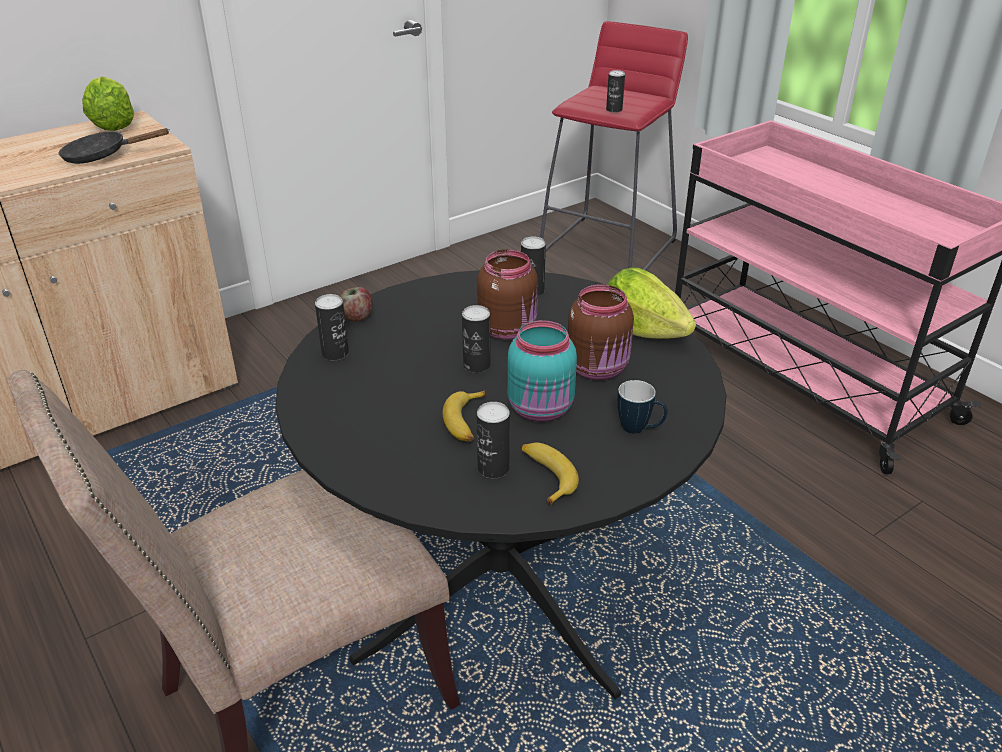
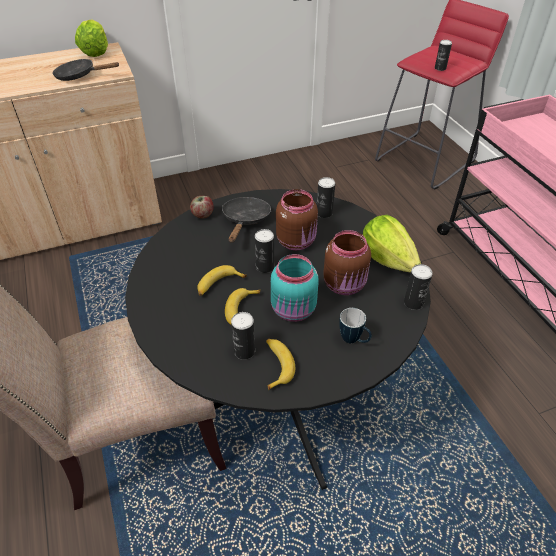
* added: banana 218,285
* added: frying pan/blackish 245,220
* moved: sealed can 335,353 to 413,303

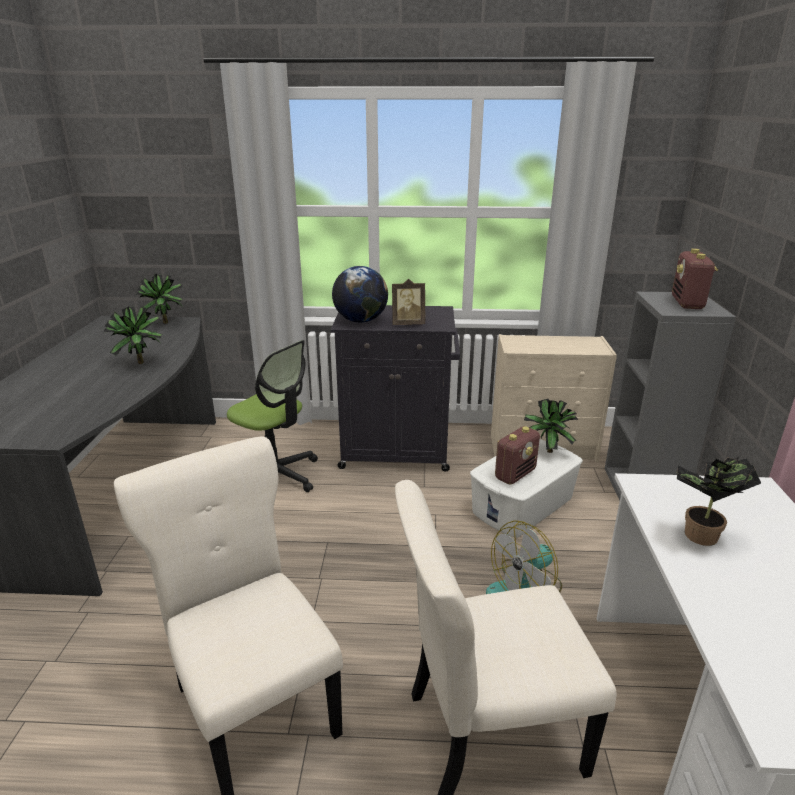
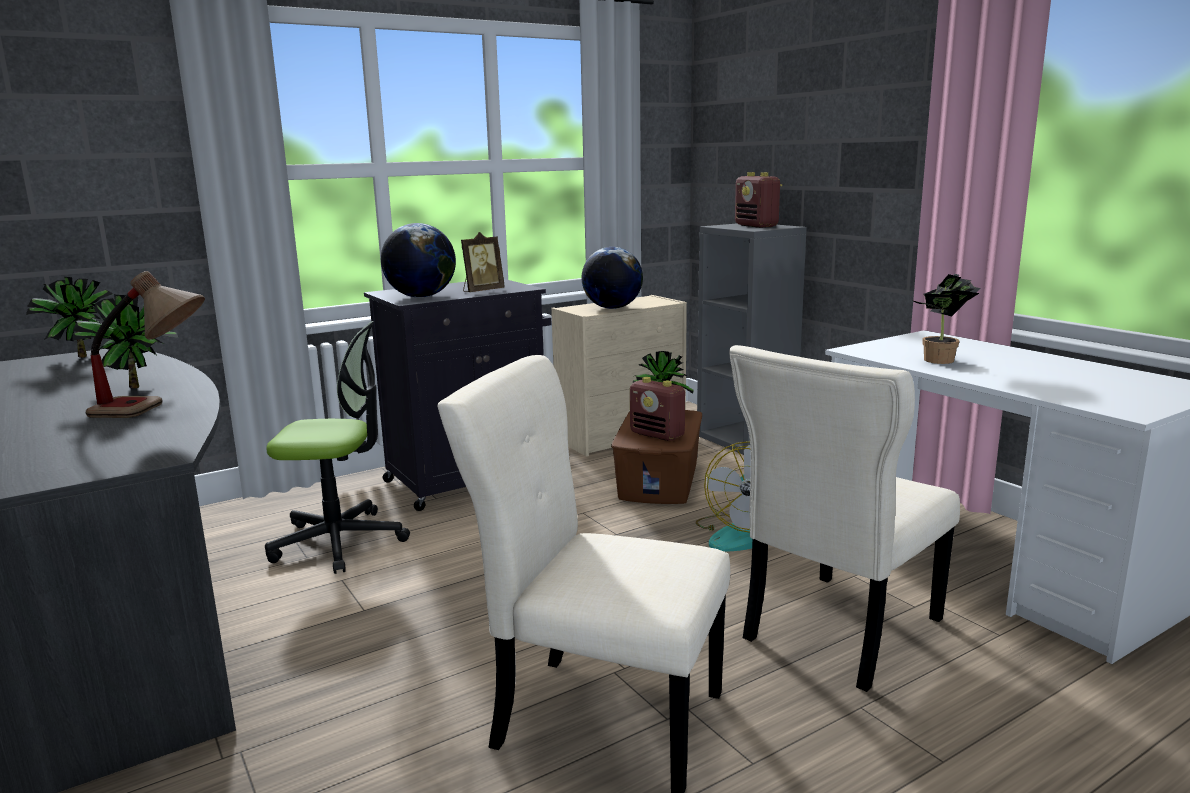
* added: lamp for a table 157,410
* added: desk globe 612,308
* recoloured: storage container/white 523,505 to storage container/brownish 660,480
* turned: radio 515,474 = 657,435 120 degrees clockwise

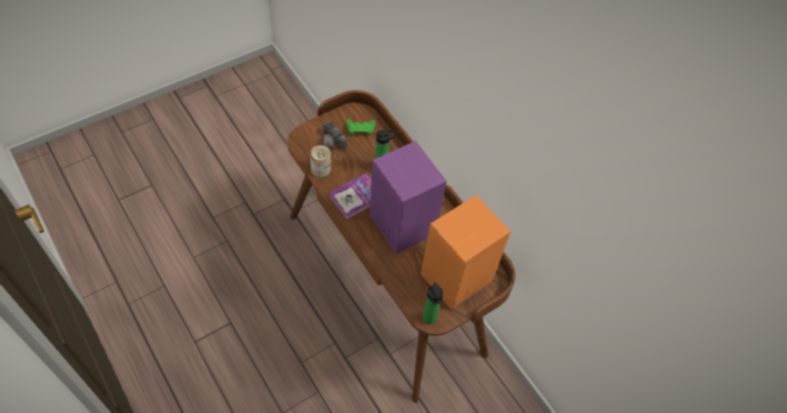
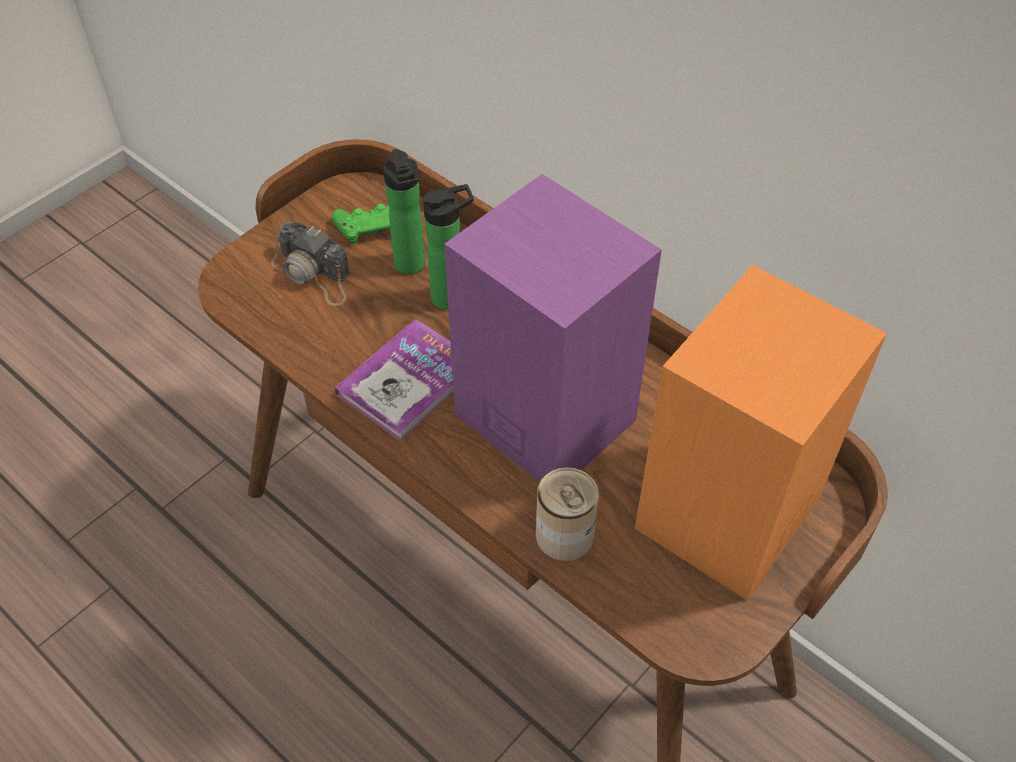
* moved: drink bottle 429,320 to 411,267
* moved: sealed can 320,169 to 564,535

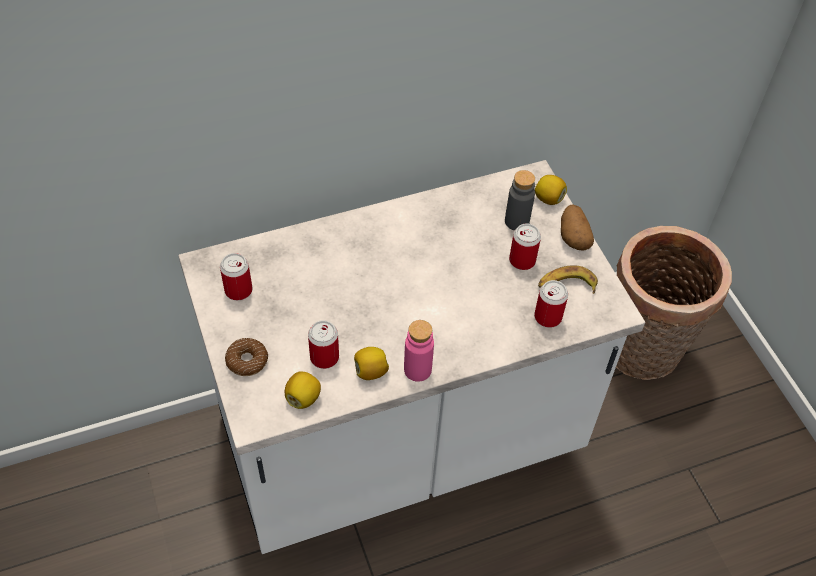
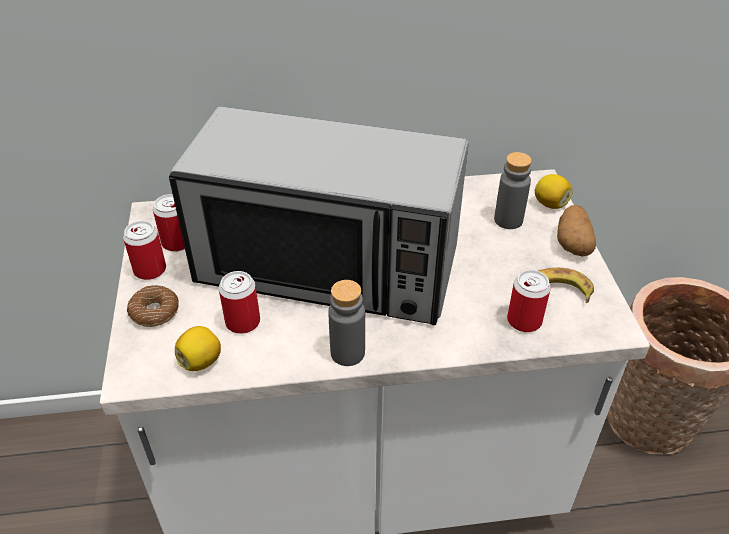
* moved: sealed can 522,260 to 150,270
* added: microwave 328,266
* recoloured: drink bottle/pink-coloured 417,369 to drink bottle/gray 347,353
* removed: whole lemon 370,371

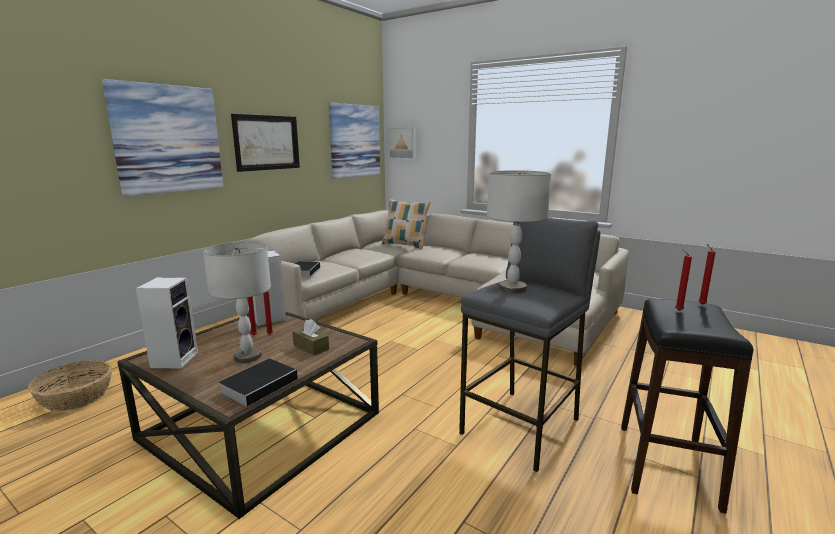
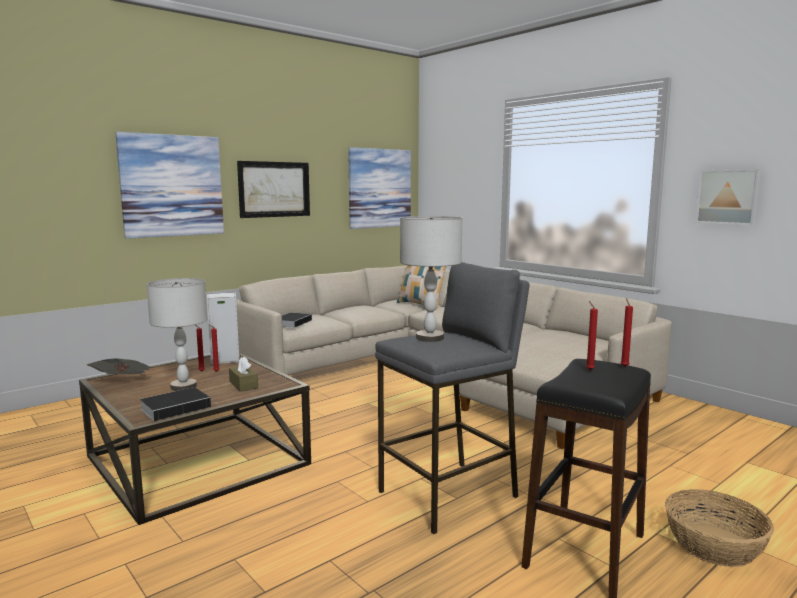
* replaced: audio speaker 175,359 to printed paper 123,382
* moved: storage basket 76,397 to 714,545
* moved: wall art 403,143 to 728,197

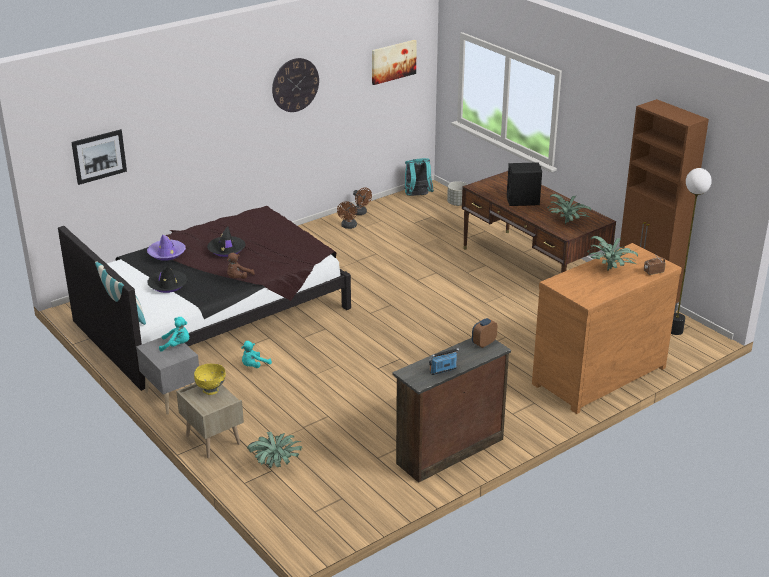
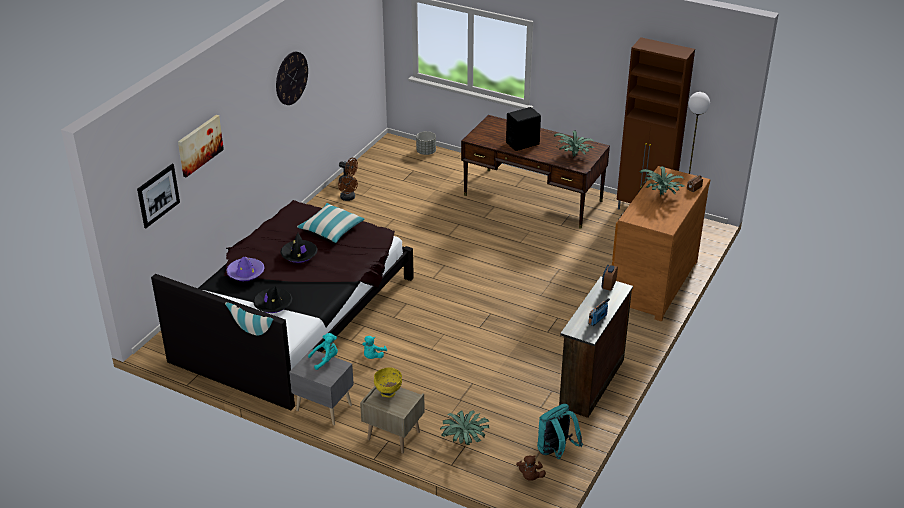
* moved: wall art 393,61 to 199,145
* added: cushion 331,229
* moved: soft toy/brownish 238,278 to 530,476
* moved: rucksack/turquoise-coloured 417,196 to 556,451

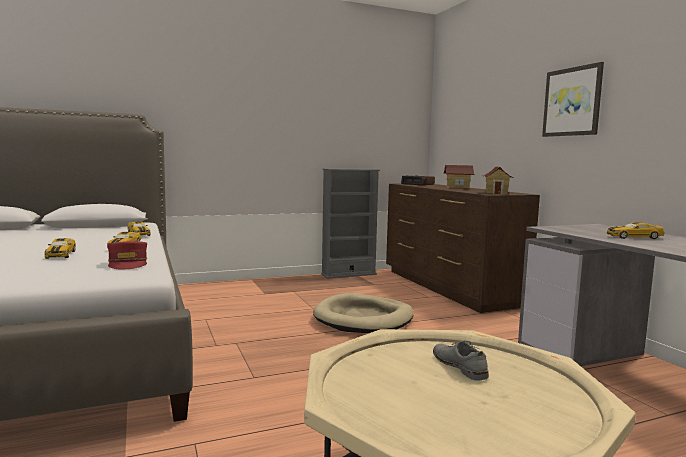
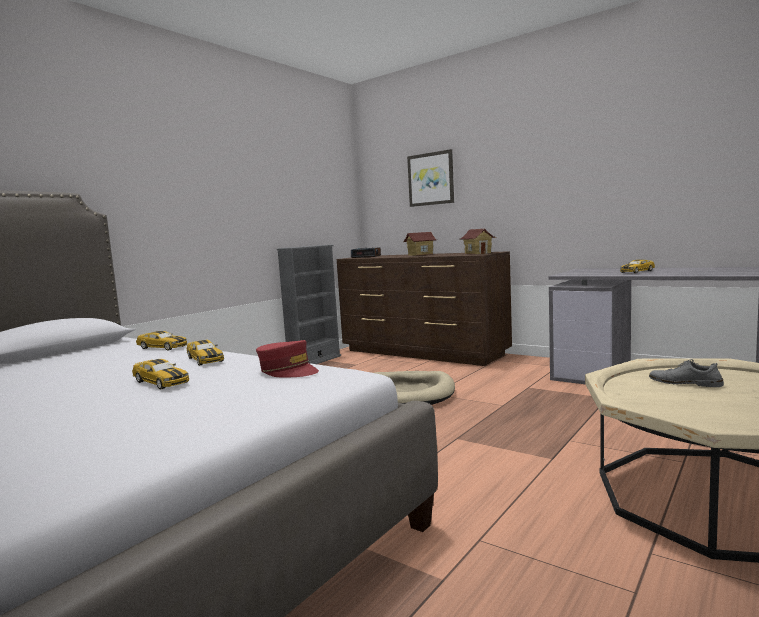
* moved: wall art 572,102 to 431,179

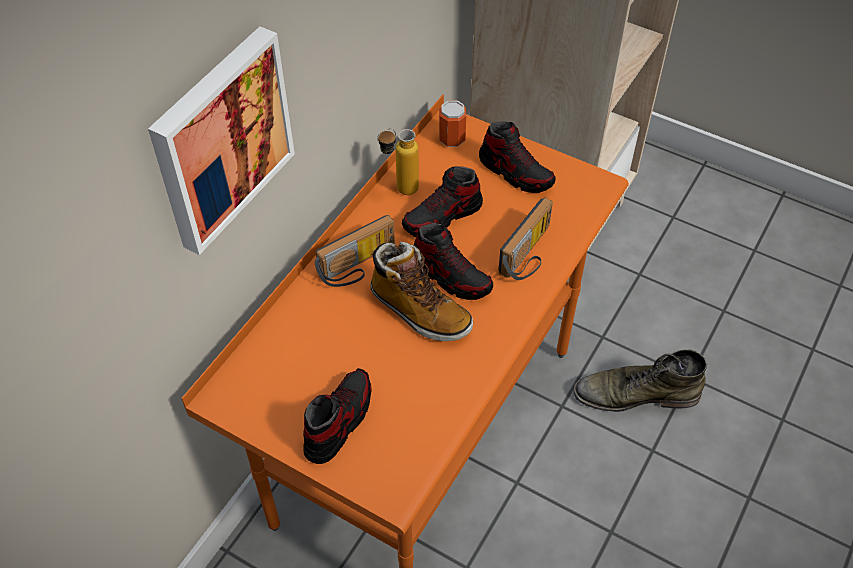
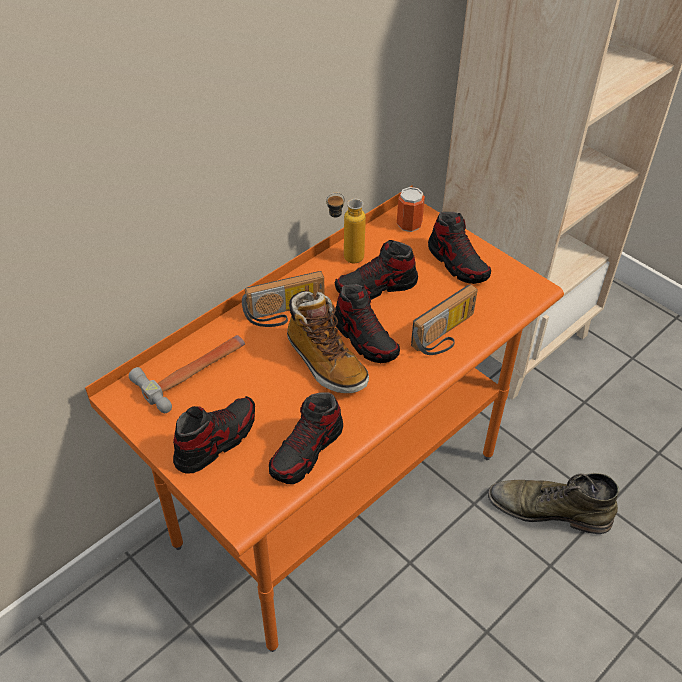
* added: hand hammer 194,371
* added: shoe 307,451
* removed: wall art 220,139

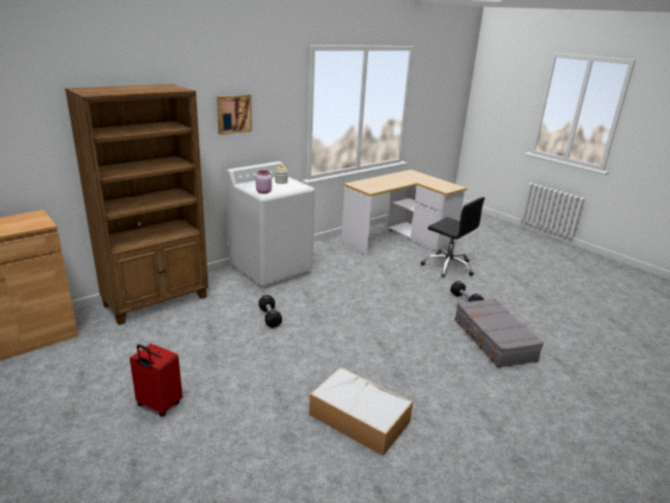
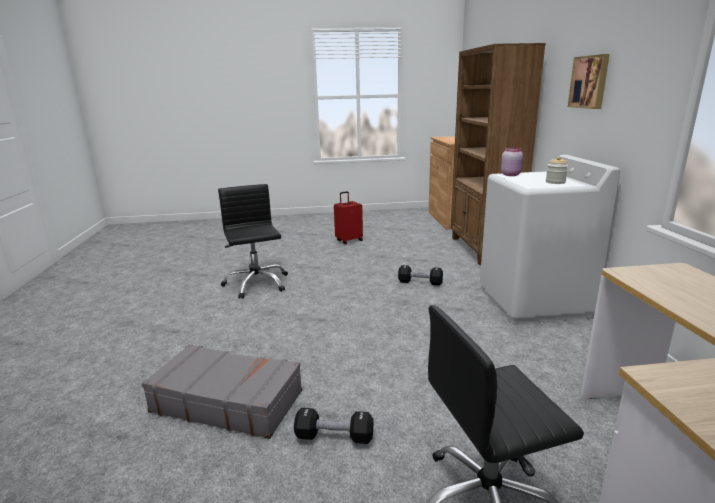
* replaced: storage container 357,418 to office chair/blackish 256,284

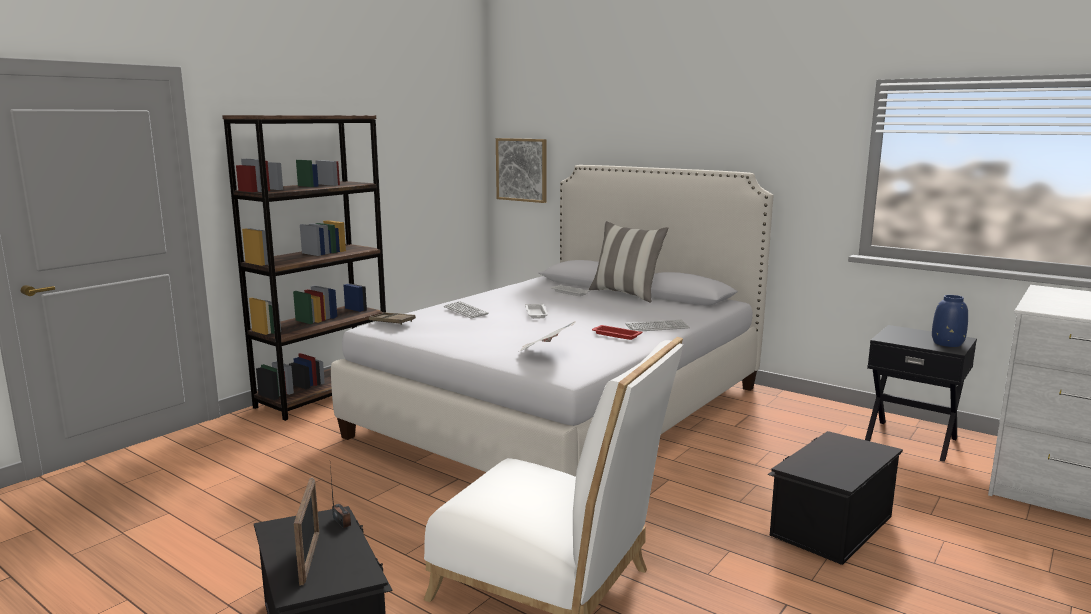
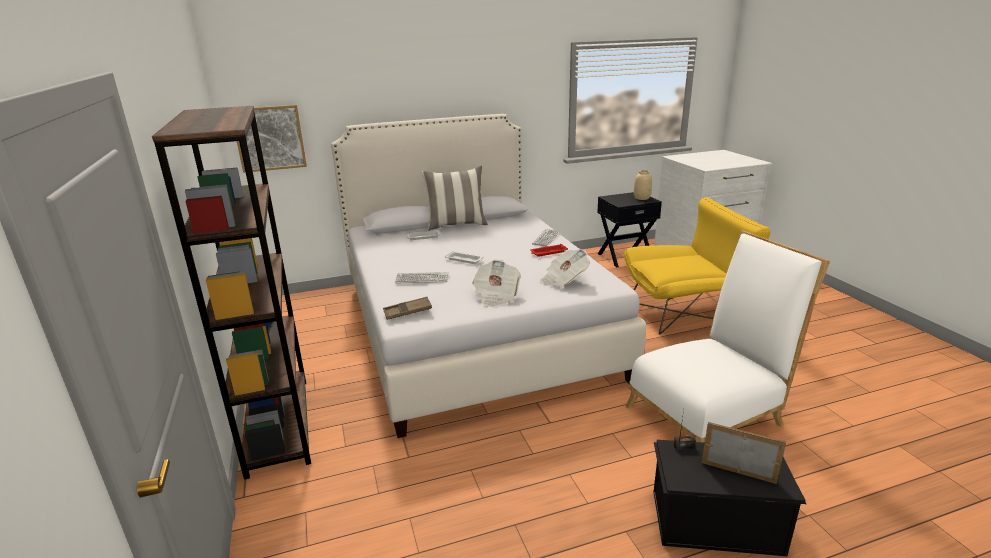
* added: printed paper 496,296
* replaced: storage container/blackish 829,525 to lounge chair/yellowish 694,311
* recoloured: vase/blue 947,343 to vase/beige 641,198

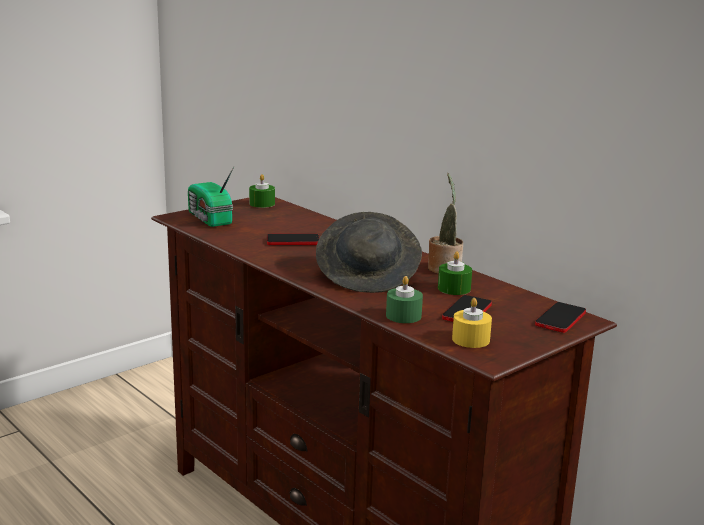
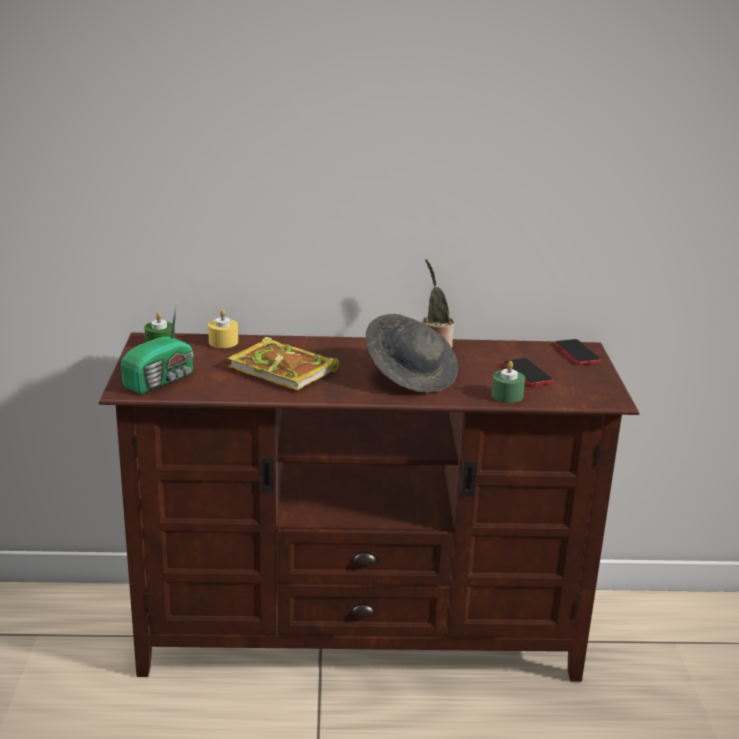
* turned: radio 209,219 = 161,380 60 degrees counterclockwise
* moved: candle/yellowish 470,339 to 223,342
* replaced: telephone 293,241 to volume 285,370
* removed: candle/green-coloured 454,288

